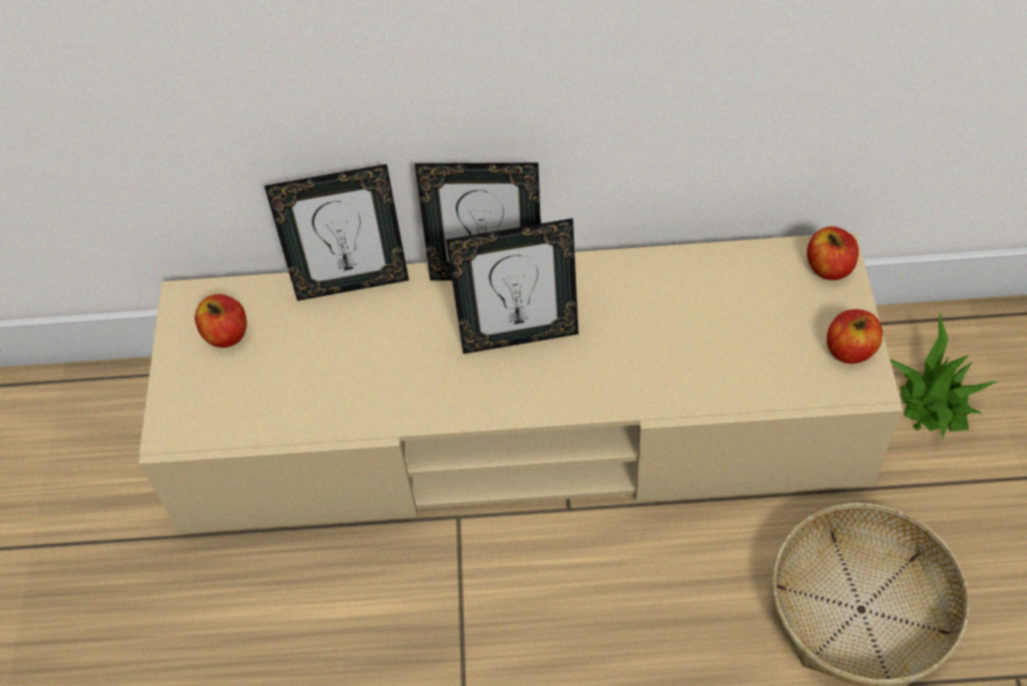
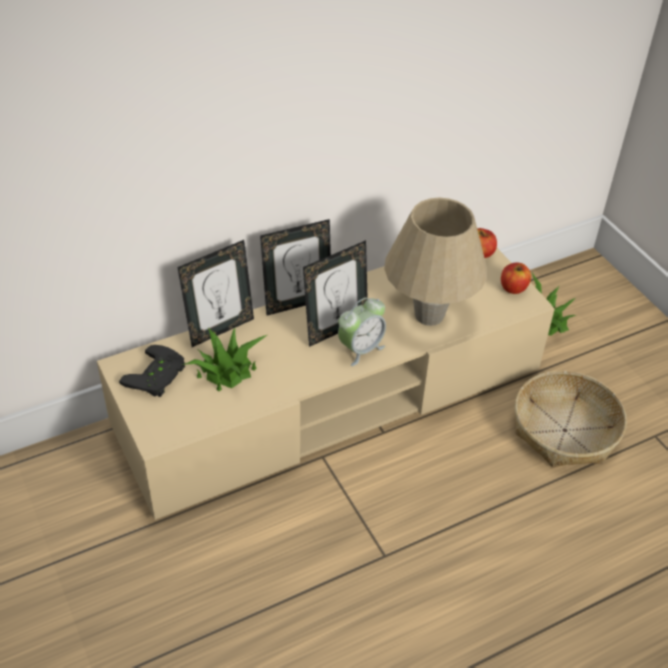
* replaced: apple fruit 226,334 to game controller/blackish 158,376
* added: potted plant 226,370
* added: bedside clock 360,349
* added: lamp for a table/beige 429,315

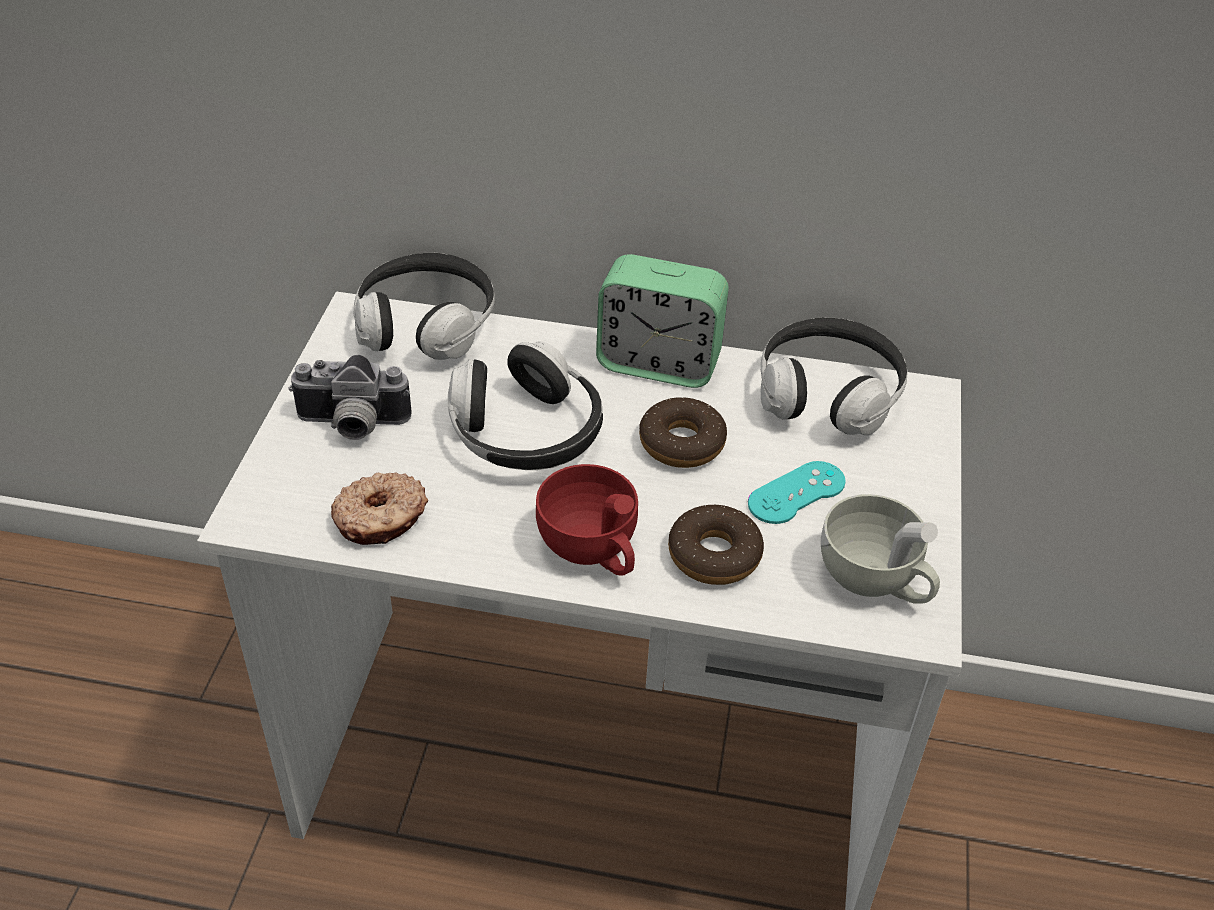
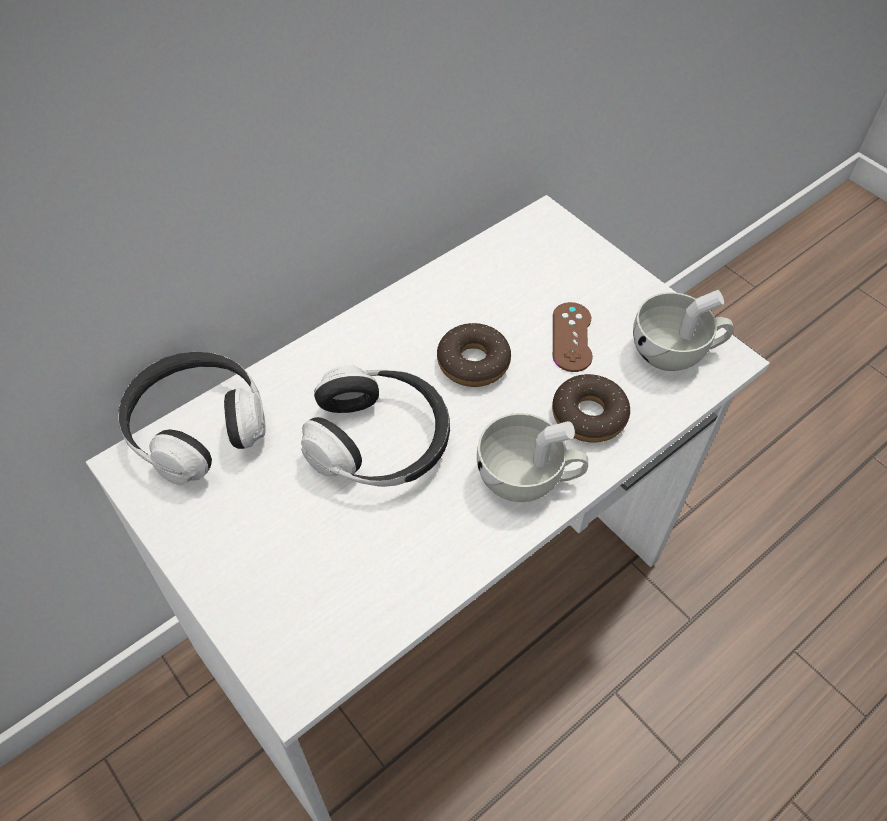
* recoloured: small cup/red-coloured 593,550 to small cup/white 528,478
* recoloured: game controller/turquoise-coloured 796,493 to game controller/brownish 572,337
* removed: still camera 351,426
* removed: donut 381,519
* removed: bedside clock 658,363
* removed: headphones 828,394

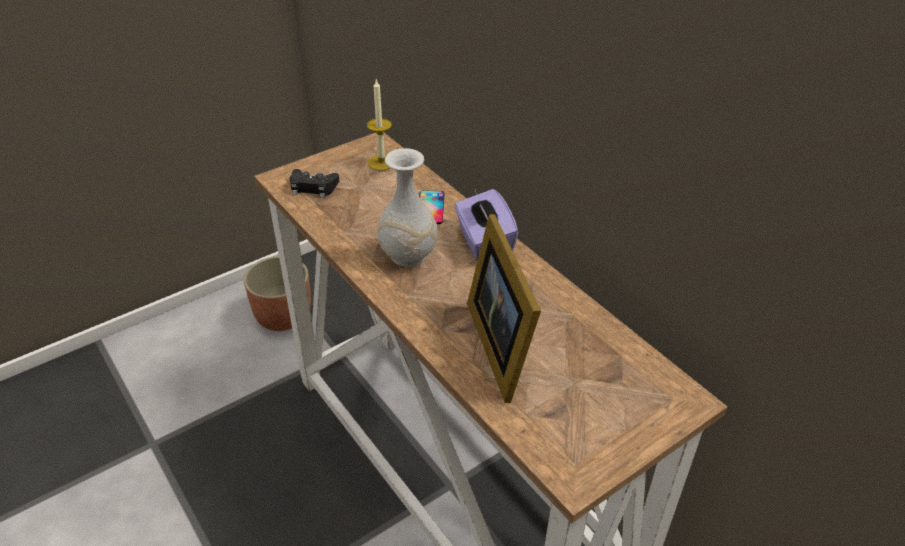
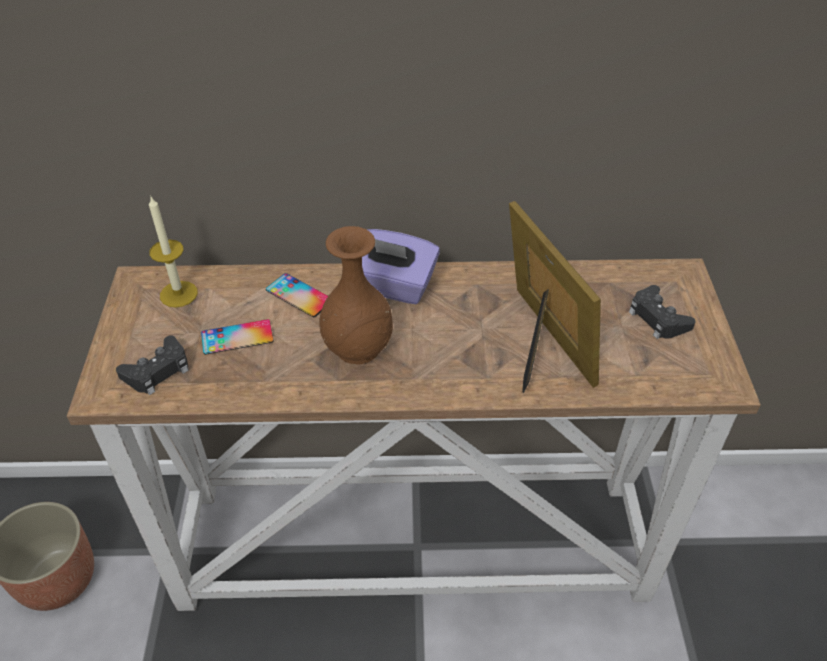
* added: telephone 237,337
* recoloured: vase/white 408,255 to vase/brownish 358,349
* turned: photo frame 503,343 = 541,344 135 degrees counterclockwise
* added: game controller/blackish 657,318

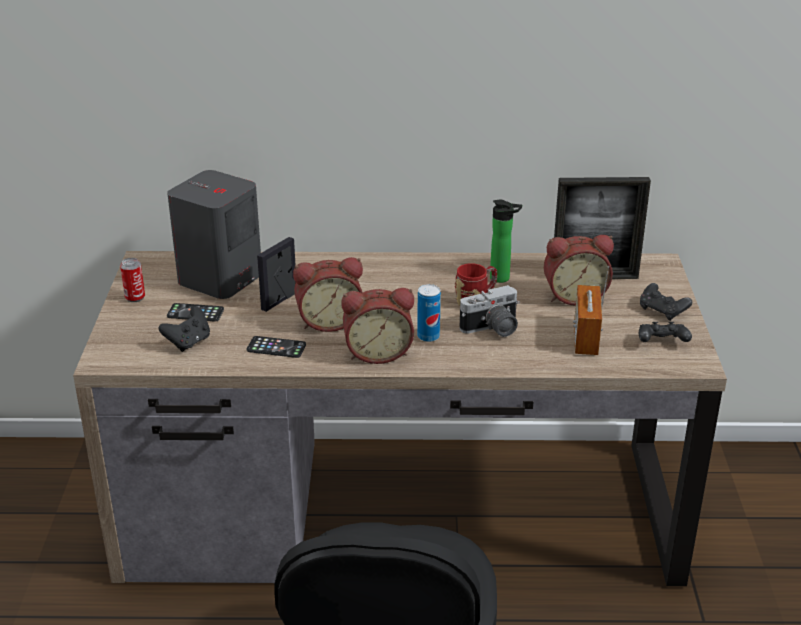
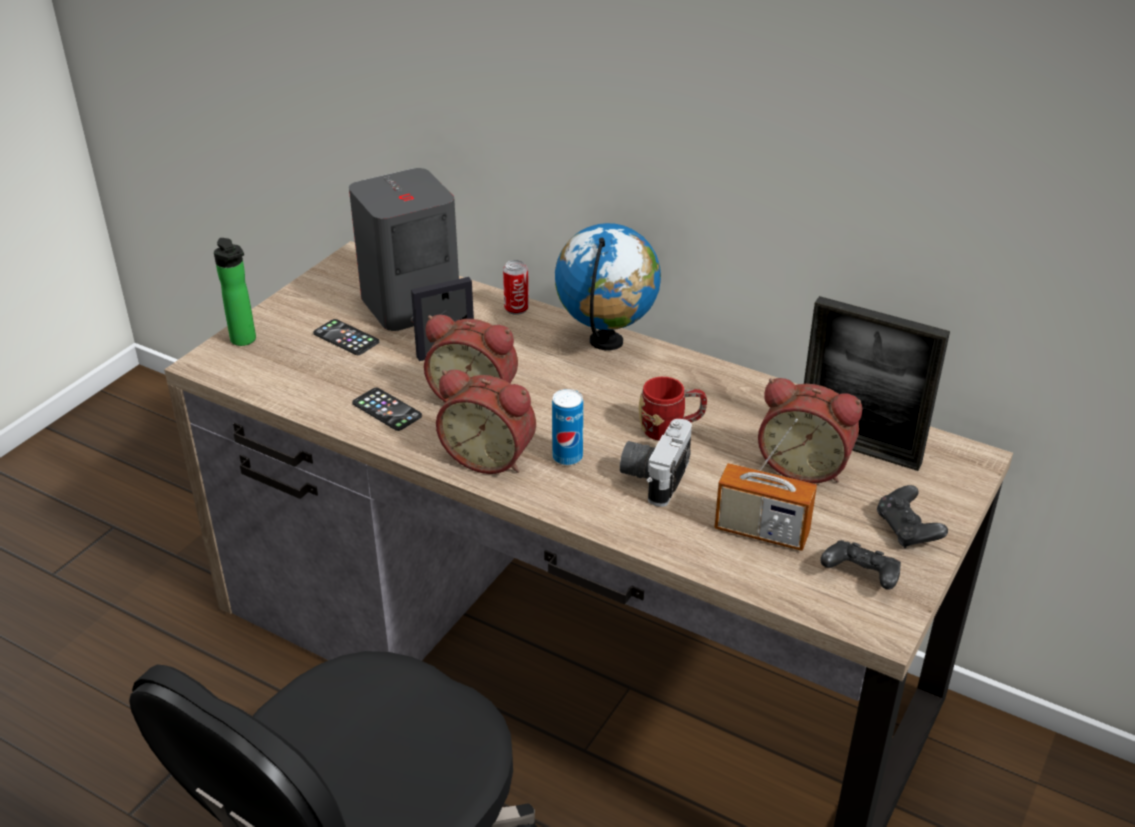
* moved: drink bottle 502,278 to 245,341
* moved: sealed can 135,297 to 516,308
* added: desk globe 606,342
* turned: still camera 492,329 = 653,475 105 degrees clockwise
* turned: radio 585,338 = 761,531 105 degrees counterclockwise
* removed: game controller/blackish 188,342

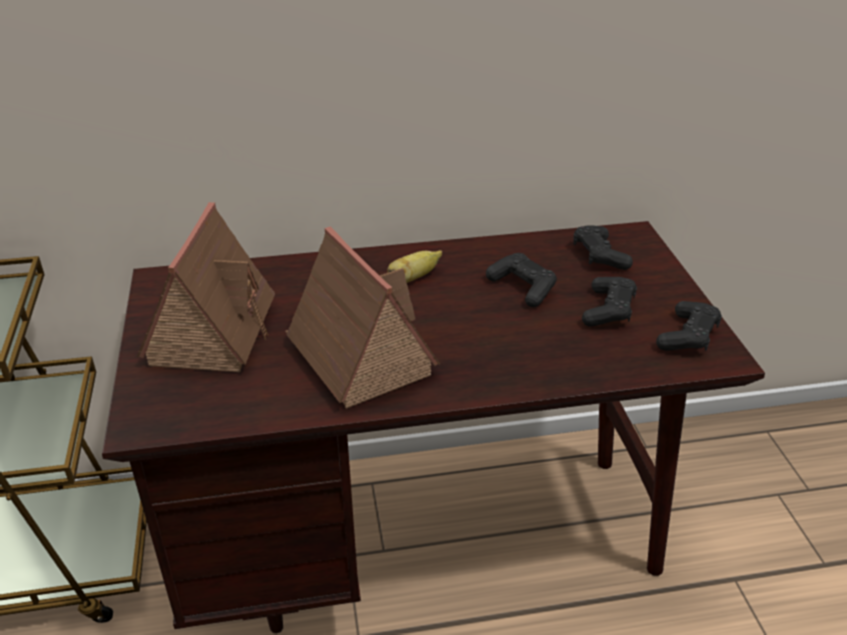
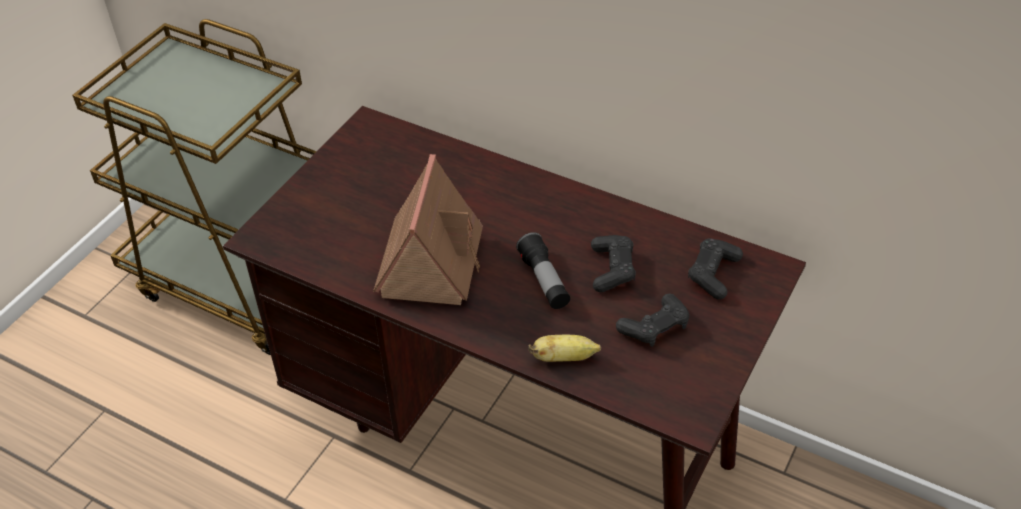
* added: hand torch 544,280
* moved: banana 413,278 to 564,358
* removed: miniature house 213,330
* removed: game controller/blackish 688,336

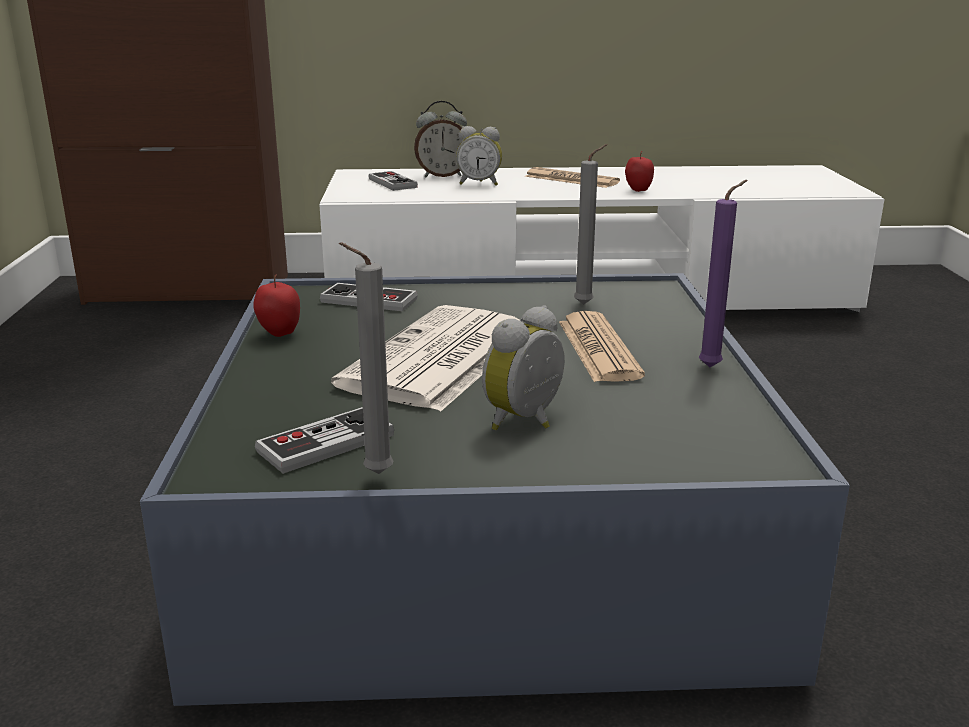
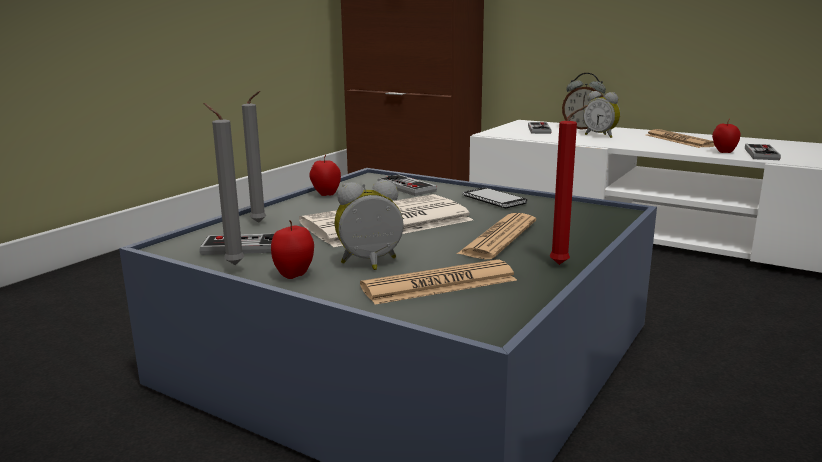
* moved: candle/gray 586,304 to 260,223
* added: apple fruit 294,275
* added: printed paper 439,284
* added: telephone 494,200
* recoloured: candle/purplish 713,367 to candle/red-coloured 562,265
* added: game controller 761,154

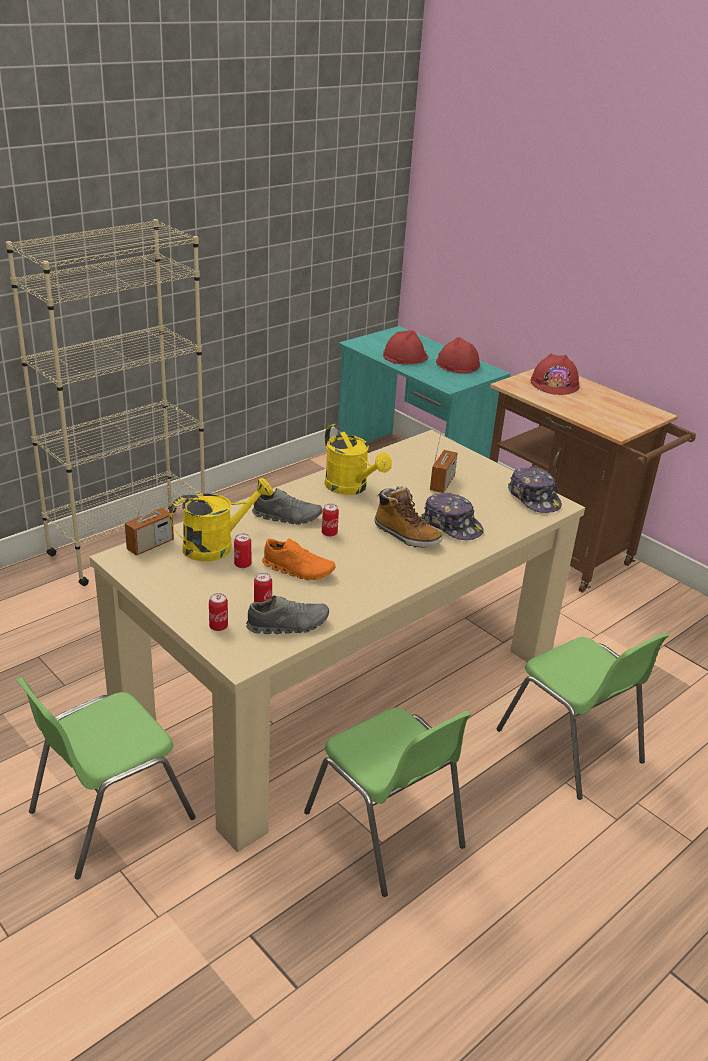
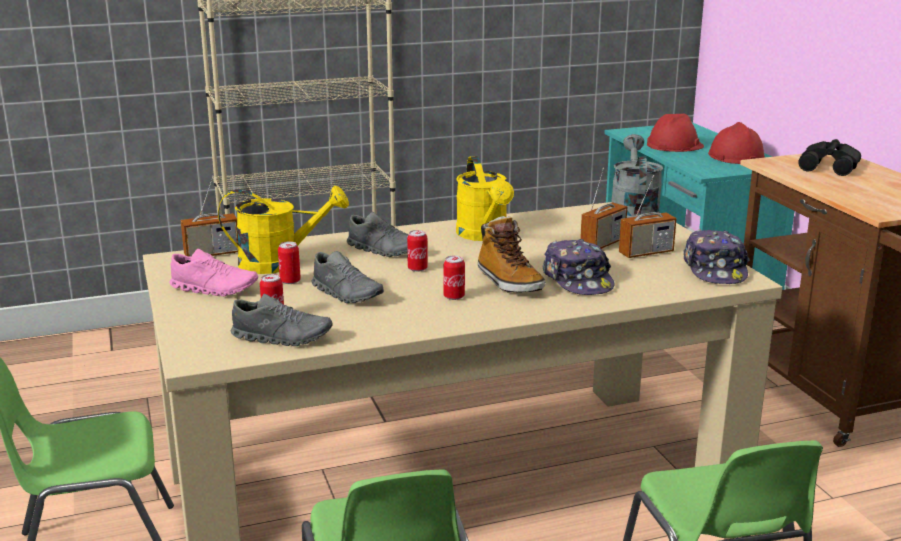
* added: shoe/pink-coloured 214,289
* recoloured: shoe/orange 298,570 to shoe/gray 347,294
* moved: sealed can 218,626 to 454,296
* added: sprinkling can/gray 632,214
* added: radio 646,253
* replaced: hard hat/red-coloured 554,384 to binoculars/blackish 830,166

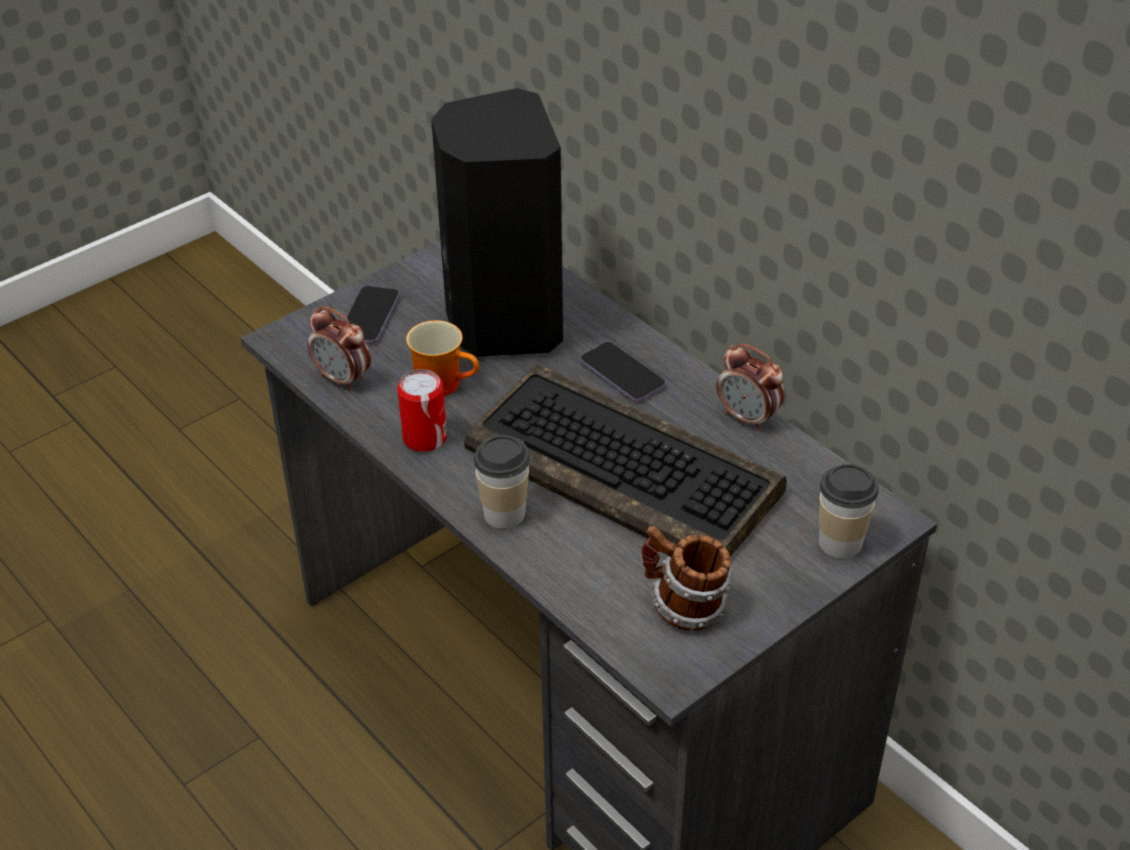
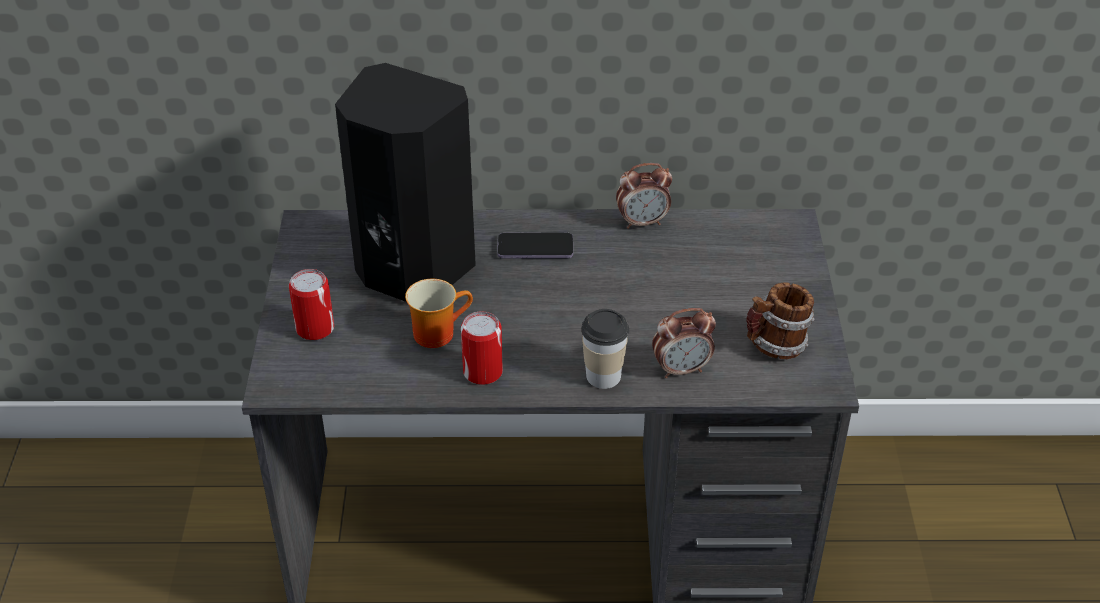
* replaced: telephone 369,317 to sealed can 315,328
* moved: bedside clock 343,379 to 681,369
* removed: PC keyboard 627,470
* removed: small cup 840,543

